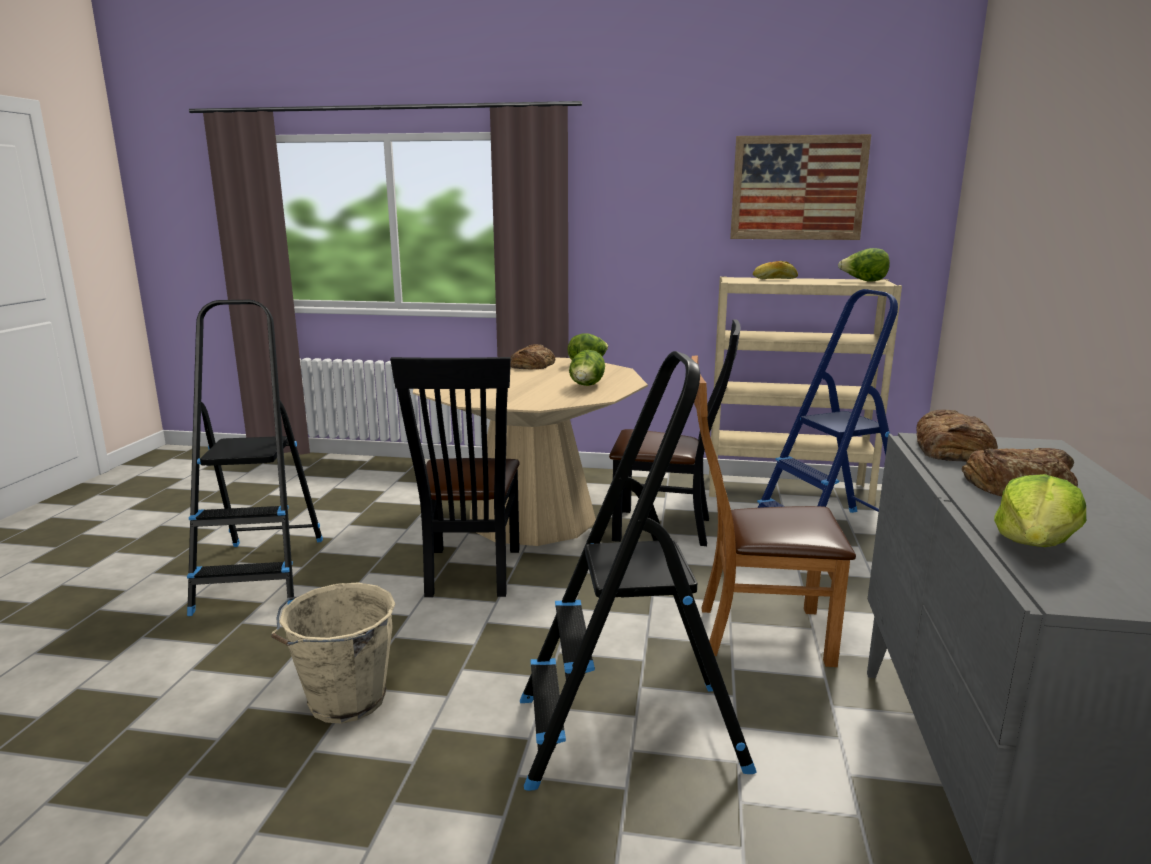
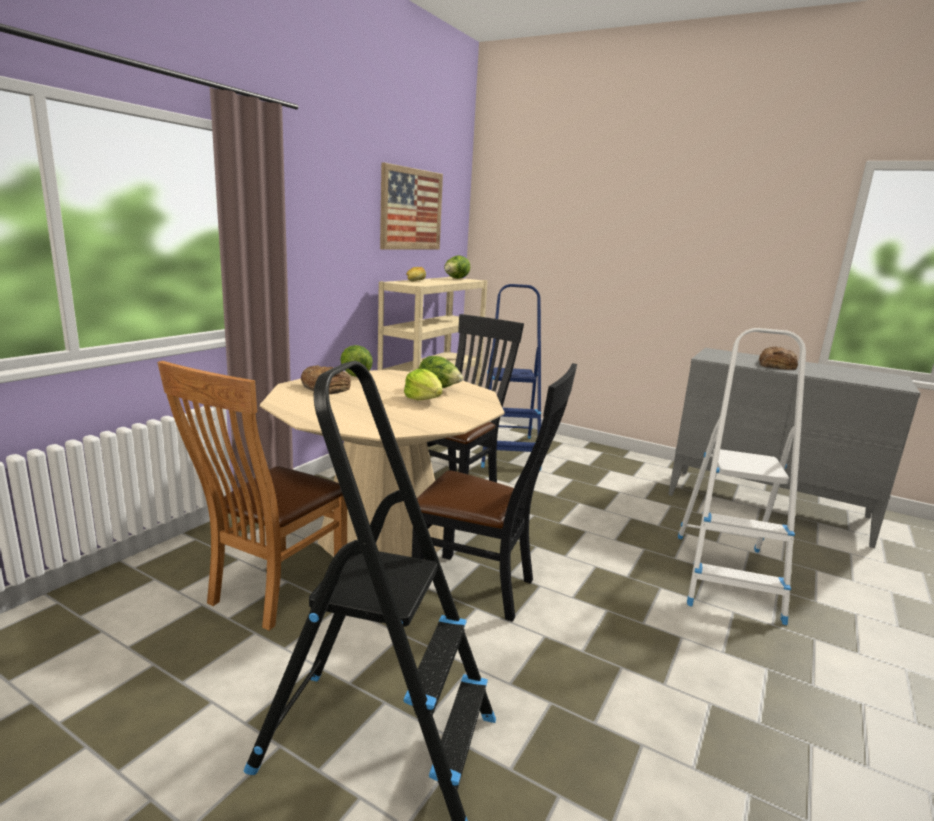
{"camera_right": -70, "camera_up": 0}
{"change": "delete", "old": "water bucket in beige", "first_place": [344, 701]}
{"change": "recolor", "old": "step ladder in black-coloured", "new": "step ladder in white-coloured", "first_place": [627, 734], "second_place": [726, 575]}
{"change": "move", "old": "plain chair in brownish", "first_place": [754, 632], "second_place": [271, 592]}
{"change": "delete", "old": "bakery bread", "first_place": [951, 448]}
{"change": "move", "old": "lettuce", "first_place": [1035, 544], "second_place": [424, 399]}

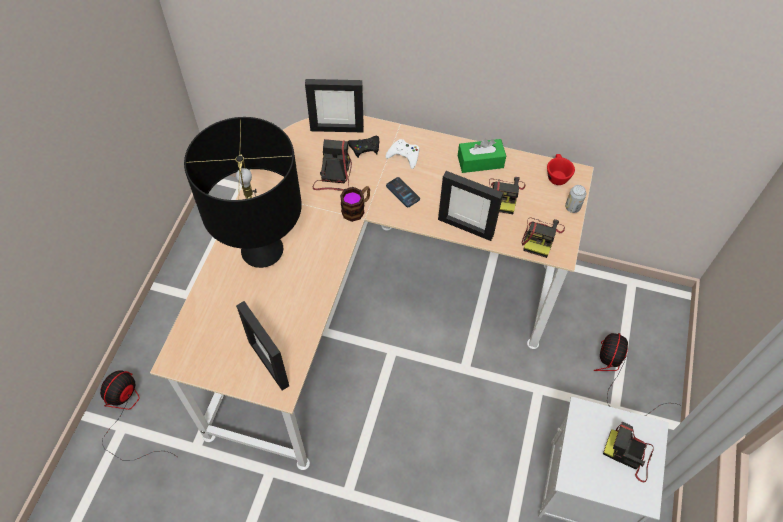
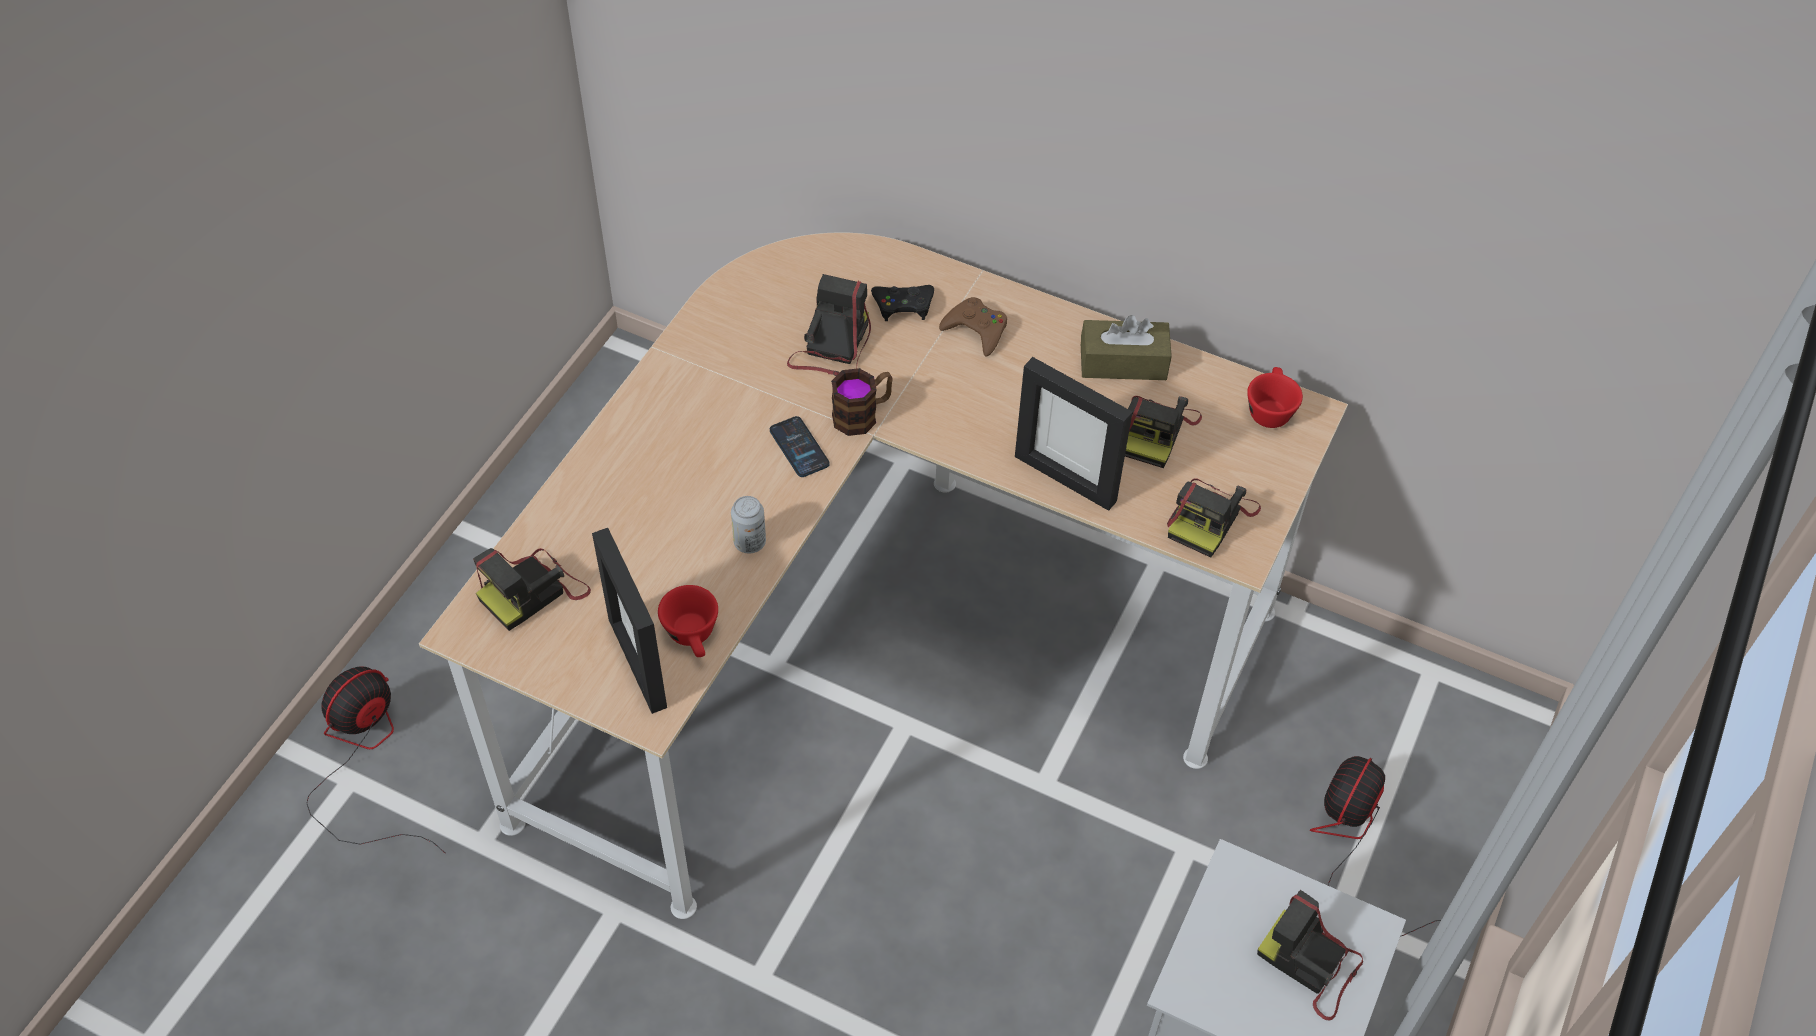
{"camera_right": 10, "camera_up": -5}
{"change": "delete", "old": "tabletop lamp in black-coloured", "first_place": [262, 253]}
{"change": "delete", "old": "photo frame", "first_place": [337, 128]}
{"change": "recolor", "old": "gamepad in white-coloured", "new": "gamepad in brownish", "first_place": [404, 156], "second_place": [976, 330]}
{"change": "move", "old": "phone", "first_place": [402, 192], "second_place": [799, 447]}
{"change": "recolor", "old": "box of tissues in green", "new": "box of tissues in brownish", "first_place": [480, 162], "second_place": [1123, 362]}
{"change": "move", "old": "metal can", "first_place": [572, 207], "second_place": [749, 542]}
{"change": "insert", "new": "still camera", "second_place": [533, 591]}
{"change": "insert", "new": "cup in red-coloured", "second_place": [694, 637]}

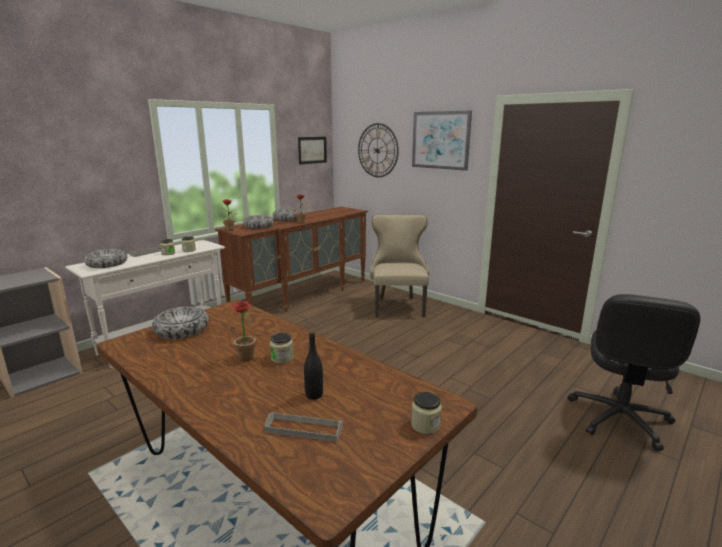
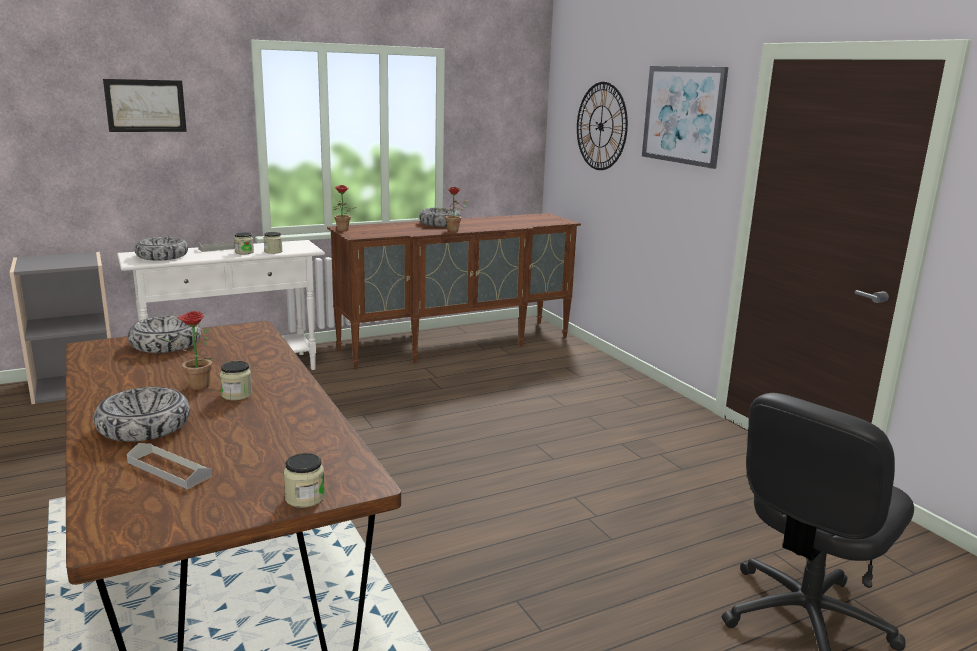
{"camera_right": 20, "camera_up": 0}
{"change": "move", "old": "deep dish", "first_place": [259, 226], "second_place": [144, 426]}
{"change": "move", "old": "wall picture", "first_place": [312, 150], "second_place": [145, 105]}
{"change": "delete", "old": "drink bottle in black-coloured", "first_place": [314, 395]}
{"change": "delete", "old": "plain chair in beige", "first_place": [398, 306]}

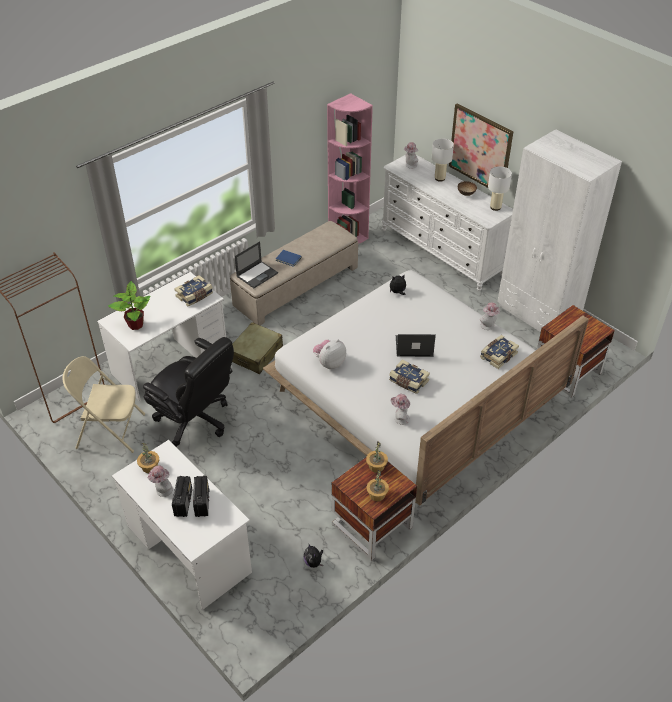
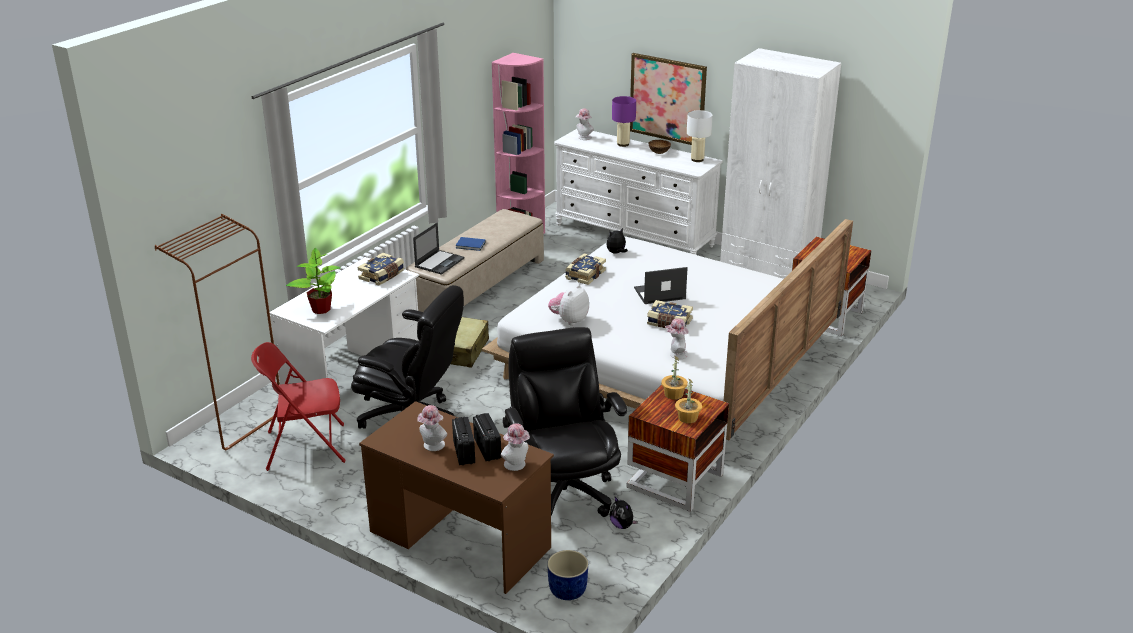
{"camera_right": -15, "camera_up": -15}
{"change": "recolor", "old": "plain chair in beige", "new": "plain chair in red-coloured", "first_place": [111, 431], "second_place": [306, 446]}
{"change": "recolor", "old": "desk in white-coloured", "new": "desk in brownish", "first_place": [188, 548], "second_place": [459, 540]}
{"change": "delete", "old": "plant in a pot", "first_place": [149, 467]}
{"change": "recolor", "old": "tabletop lamp in white-coloured", "new": "tabletop lamp in purplish", "first_place": [440, 179], "second_place": [623, 144]}
{"change": "move", "old": "hat", "first_place": [488, 326], "second_place": [516, 465]}
{"change": "move", "old": "book", "first_place": [497, 355], "second_place": [584, 275]}
{"change": "insert", "new": "computer chair in black-coloured", "second_place": [563, 490]}
{"change": "insert", "new": "flower pot in bluish", "second_place": [567, 591]}

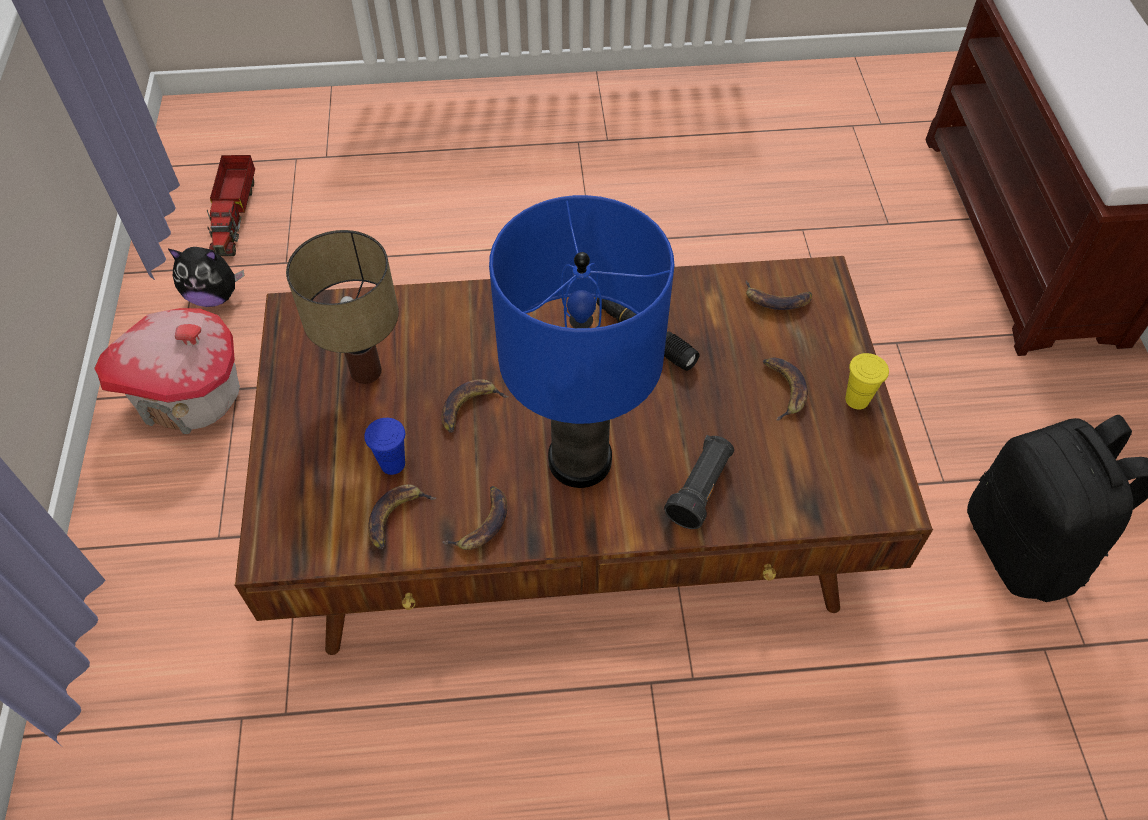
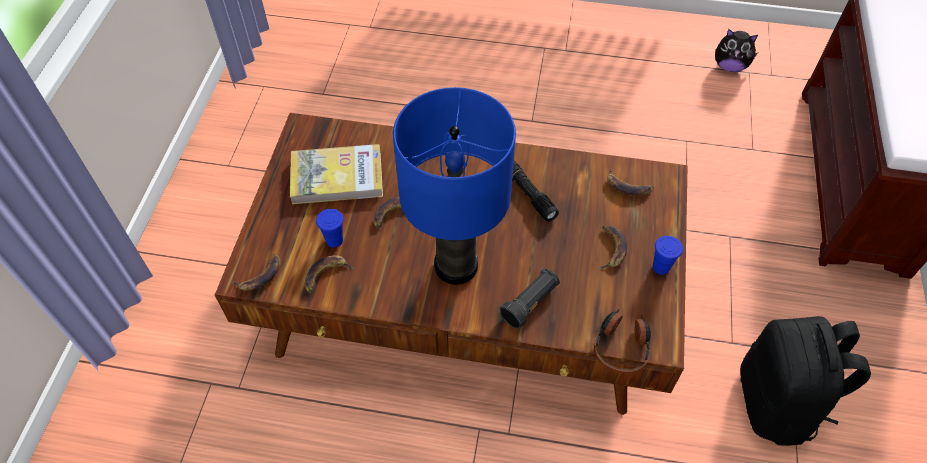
{"camera_right": 15, "camera_up": 0}
{"change": "delete", "old": "model house", "first_place": [190, 396]}
{"change": "move", "old": "soft toy", "first_place": [214, 296], "second_place": [730, 66]}
{"change": "delete", "old": "toy lorry", "first_place": [234, 214]}
{"change": "replace", "old": "tabletop lamp", "new": "book", "first_place": [367, 372], "second_place": [337, 177]}
{"change": "move", "old": "banana", "first_place": [482, 522], "second_place": [260, 275]}
{"change": "recolor", "old": "cup in yellow", "new": "cup in bluish", "first_place": [857, 399], "second_place": [661, 267]}
{"change": "insert", "new": "headphones", "second_place": [621, 346]}

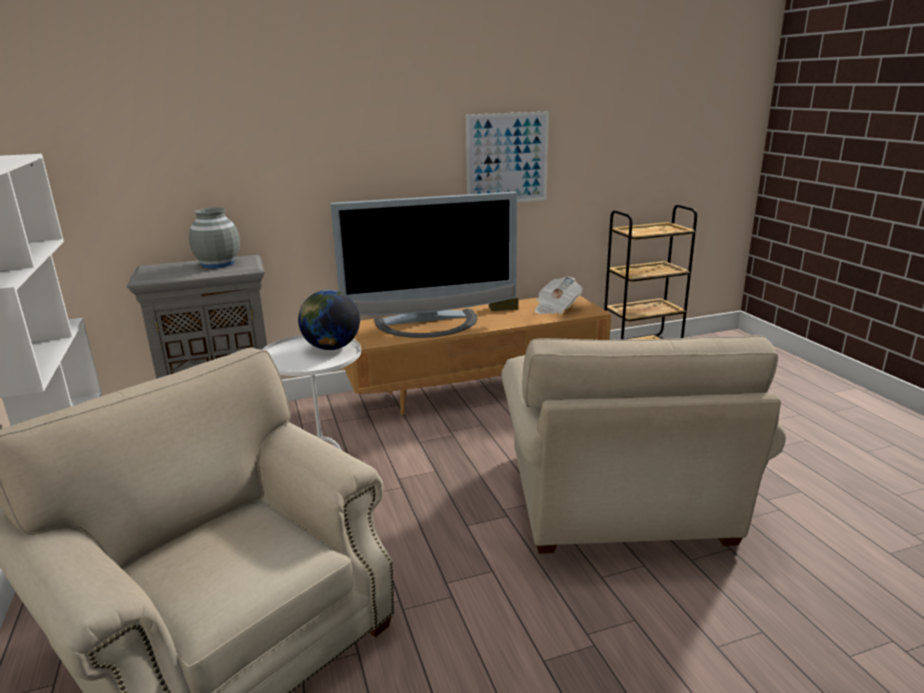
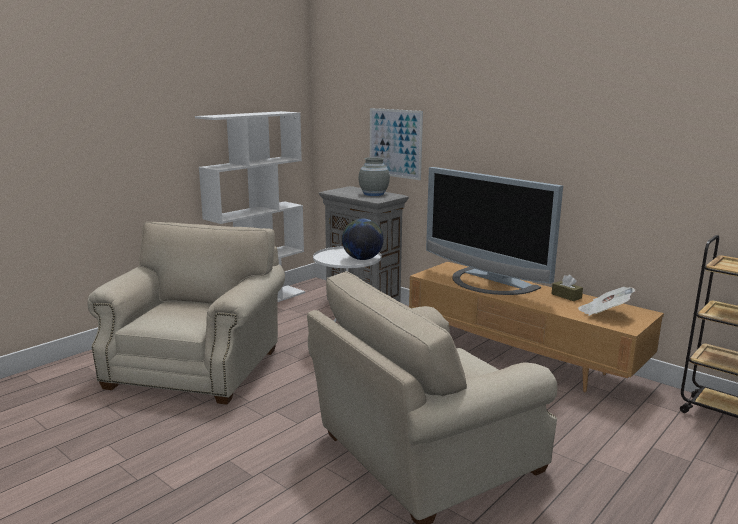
{"camera_right": 60, "camera_up": -5}
{"change": "move", "old": "wall picture", "first_place": [507, 158], "second_place": [395, 143]}

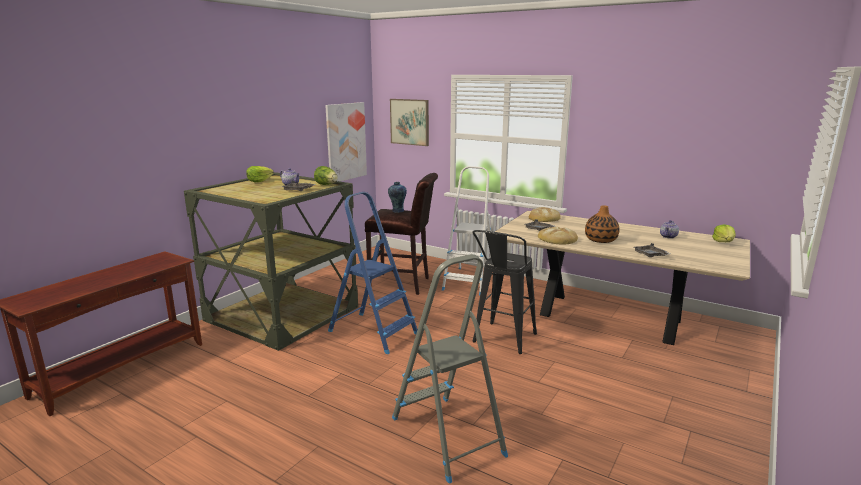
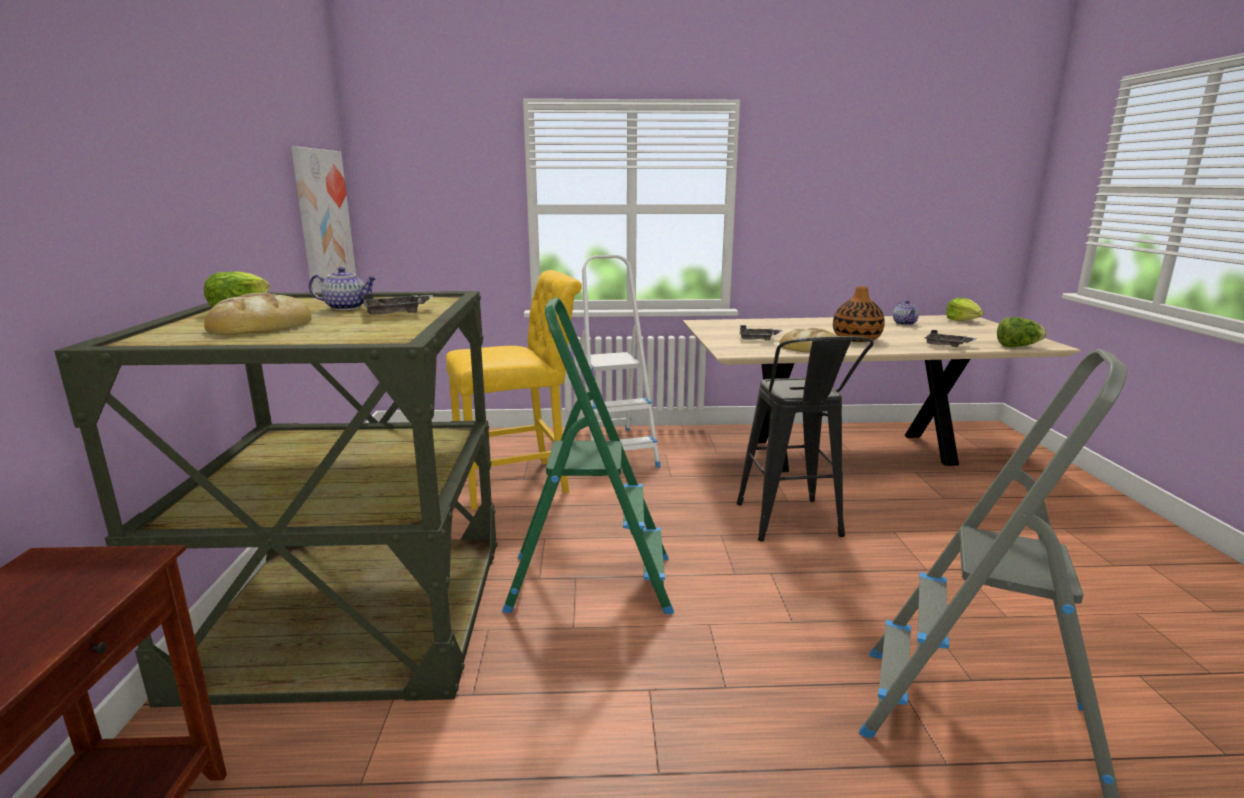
{"camera_right": -35, "camera_up": 0}
{"change": "move", "old": "lettuce", "first_place": [327, 185], "second_place": [1017, 346]}
{"change": "recolor", "old": "step ladder in bluish", "new": "step ladder in green", "first_place": [374, 333], "second_place": [592, 583]}
{"change": "recolor", "old": "stool in brownish", "new": "stool in yellow", "first_place": [403, 284], "second_place": [519, 483]}
{"change": "delete", "old": "decorative vase", "first_place": [397, 211]}
{"change": "delete", "old": "wall picture", "first_place": [410, 122]}
{"change": "move", "old": "bakery bread", "first_place": [543, 218], "second_place": [260, 324]}

